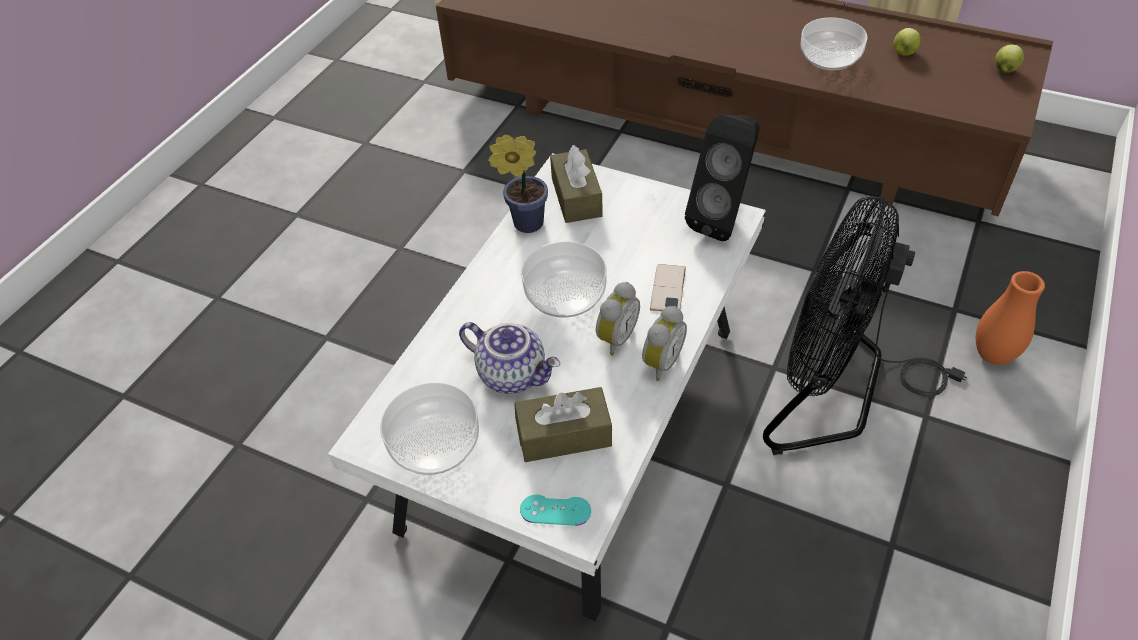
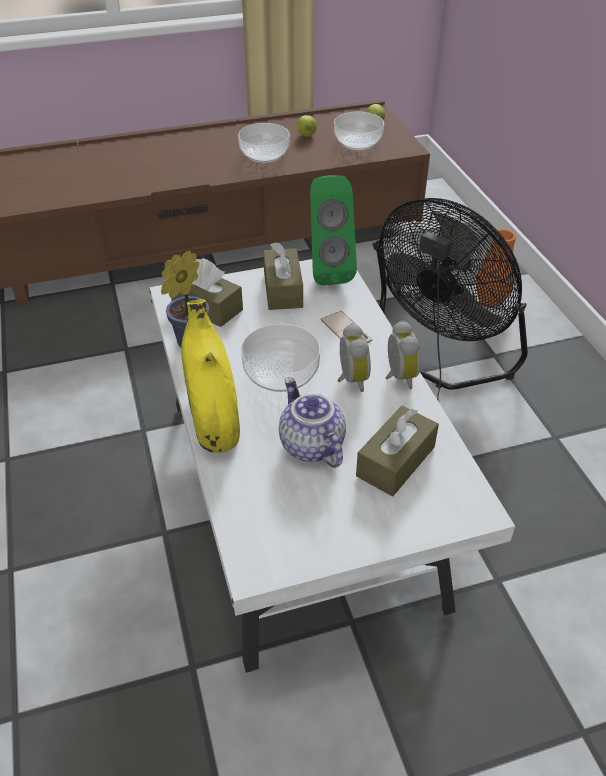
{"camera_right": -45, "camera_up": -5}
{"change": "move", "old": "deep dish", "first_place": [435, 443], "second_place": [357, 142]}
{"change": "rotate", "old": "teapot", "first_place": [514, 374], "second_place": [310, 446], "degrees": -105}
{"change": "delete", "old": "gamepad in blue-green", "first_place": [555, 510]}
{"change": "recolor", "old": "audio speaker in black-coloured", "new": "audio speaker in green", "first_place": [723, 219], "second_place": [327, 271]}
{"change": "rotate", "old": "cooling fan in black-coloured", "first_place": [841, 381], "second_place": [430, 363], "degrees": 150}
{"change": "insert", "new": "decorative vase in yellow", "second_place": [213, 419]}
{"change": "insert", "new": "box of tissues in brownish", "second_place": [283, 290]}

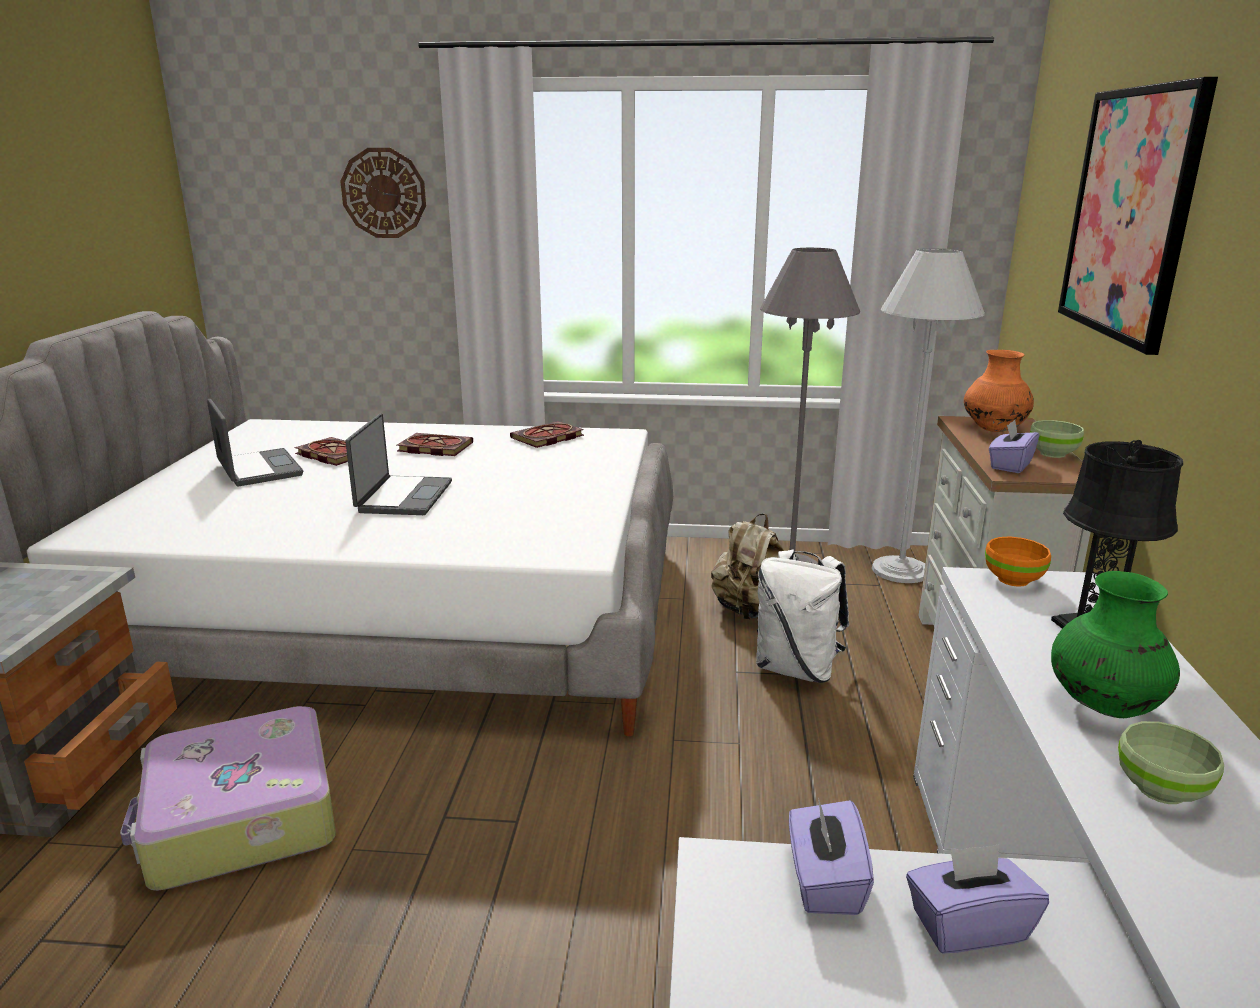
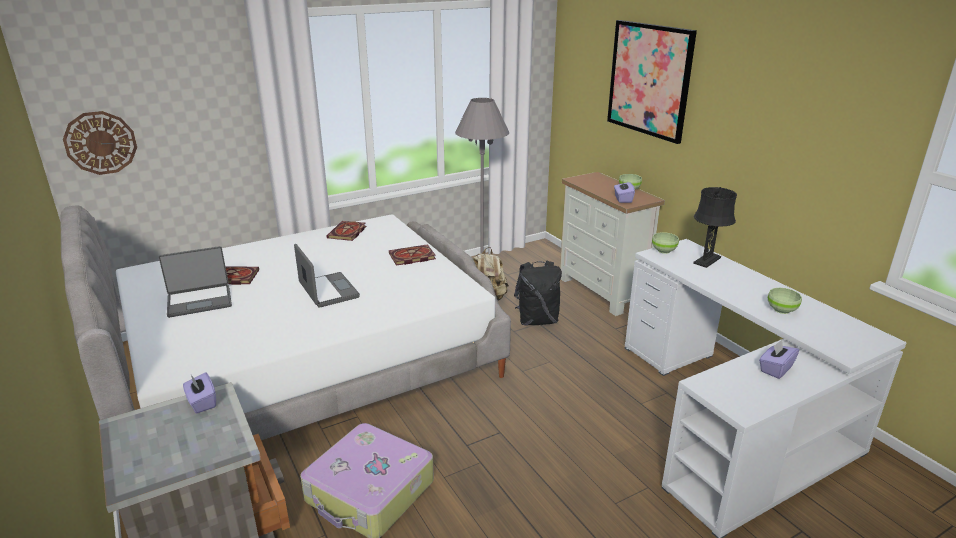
{"camera_right": -35, "camera_up": 5}
{"change": "rotate", "old": "notebook computer", "first_place": [258, 469], "second_place": [200, 301], "degrees": 135}
{"change": "move", "old": "wall clock", "first_place": [384, 193], "second_place": [100, 143]}
{"change": "move", "old": "book", "first_place": [433, 448], "second_place": [411, 257]}
{"change": "recolor", "old": "knapsack in white-coloured", "new": "knapsack in black-coloured", "first_place": [797, 669], "second_place": [537, 320]}
{"change": "move", "old": "box of tissues in purplish", "first_place": [824, 882], "second_place": [202, 402]}
{"change": "delete", "old": "floor lamp in white-coloured", "first_place": [900, 570]}
{"change": "delete", "old": "decorative vase in orange-coloured", "first_place": [994, 430]}
{"change": "recolor", "old": "deep dish in orange-coloured", "new": "deep dish in green", "first_place": [1014, 580], "second_place": [664, 251]}
{"change": "delete", "old": "decorative vase in green", "first_place": [1103, 706]}

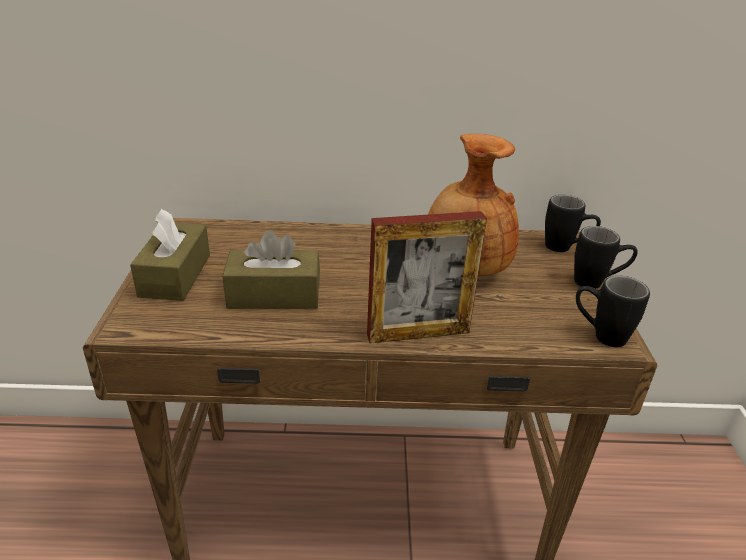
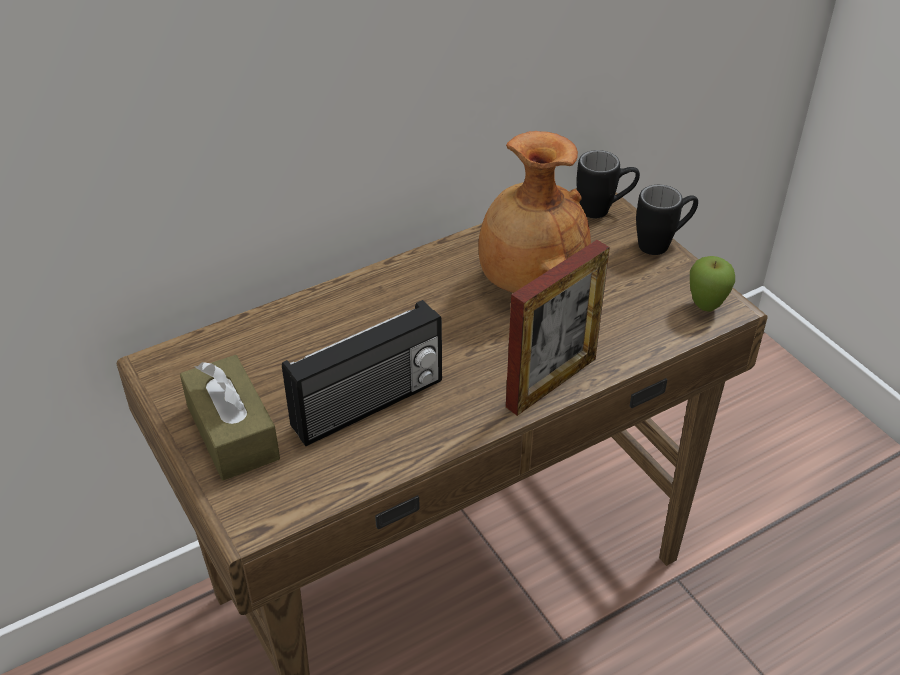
{"camera_right": -30, "camera_up": 10}
{"change": "replace", "old": "box of tissues in brownish", "new": "radio", "first_place": [274, 295], "second_place": [369, 405]}
{"change": "replace", "old": "tea mug in black-coloured", "new": "apple fruit", "first_place": [599, 335], "second_place": [705, 307]}

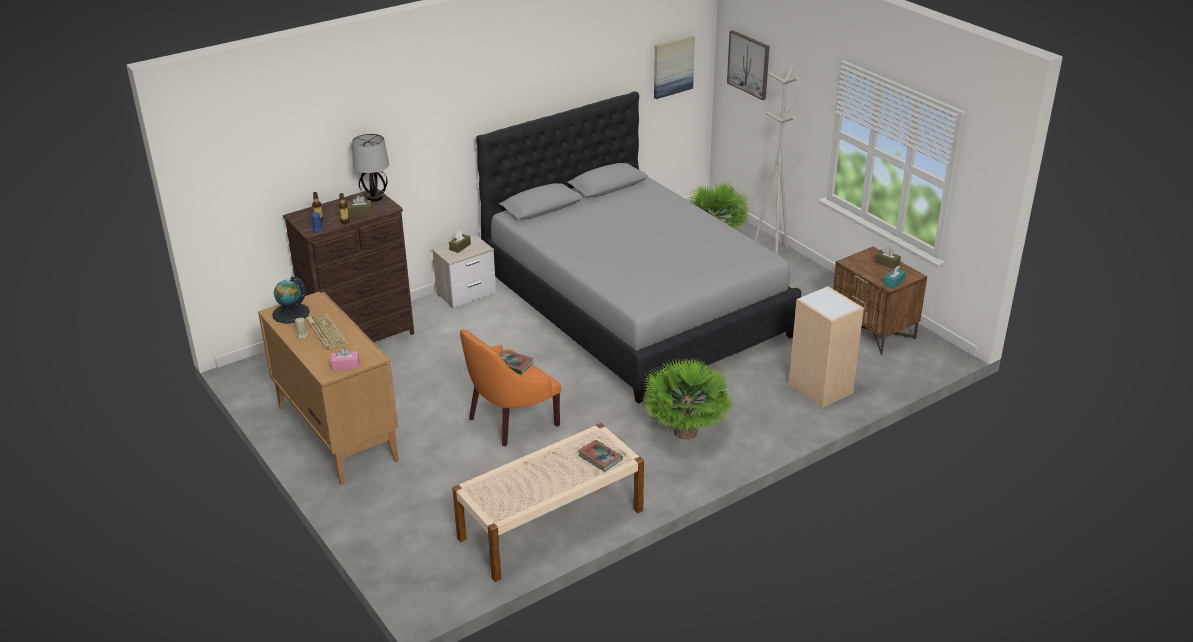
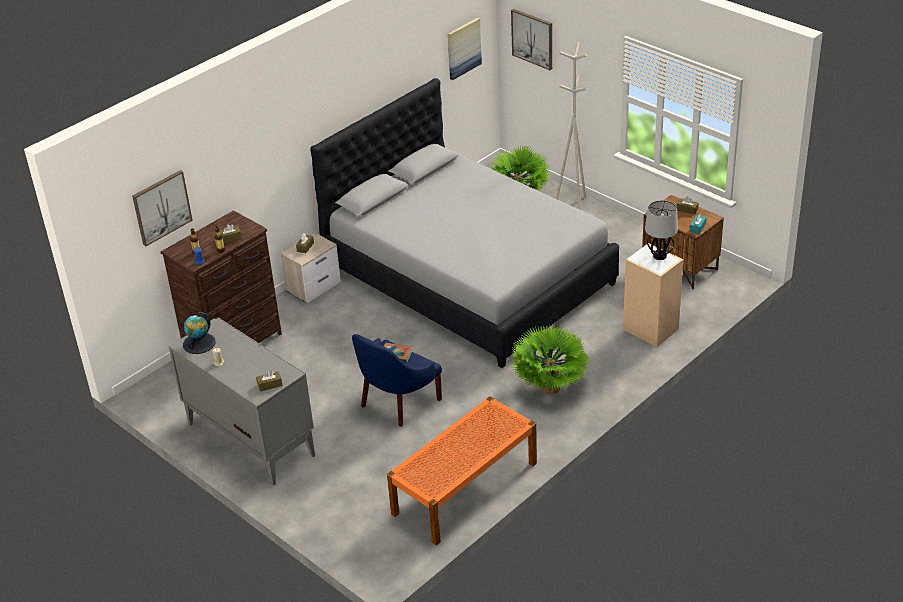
{"camera_right": -10, "camera_up": 5}
{"change": "recolor", "old": "cabinet in brownish", "new": "cabinet in greyish", "first_place": [337, 433], "second_place": [250, 439]}
{"change": "delete", "old": "computer keyboard", "first_place": [325, 332]}
{"change": "recolor", "old": "box of tissues in pink", "new": "box of tissues in brownish", "first_place": [345, 365], "second_place": [270, 385]}
{"change": "move", "old": "tabletop lamp", "first_place": [375, 198], "second_place": [660, 255]}
{"change": "recolor", "old": "bench in beige", "new": "bench in orange-coloured", "first_place": [551, 525], "second_place": [465, 489]}
{"change": "recolor", "old": "lounge chair in orange-coloured", "new": "lounge chair in bluish", "first_place": [509, 420], "second_place": [397, 402]}
{"change": "delete", "old": "book", "first_place": [600, 458]}
{"change": "insert", "new": "wall picture", "second_place": [161, 207]}

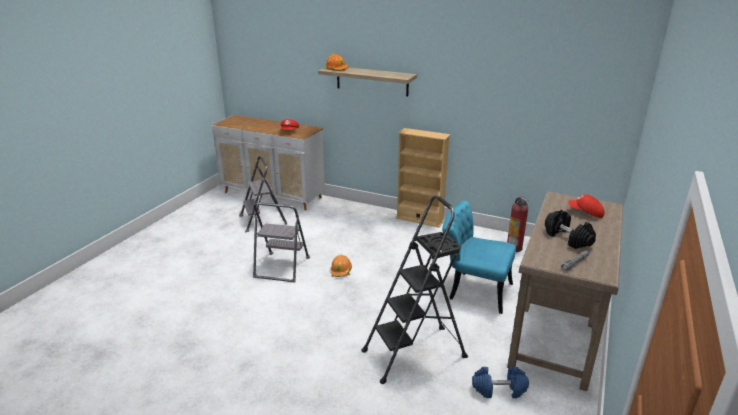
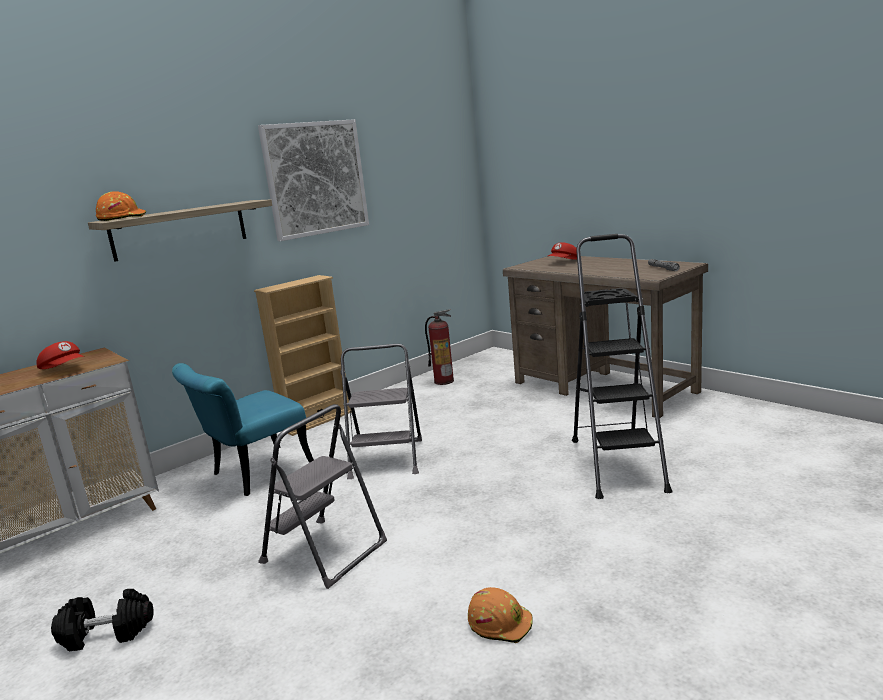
{"camera_right": -65, "camera_up": -10}
{"change": "move", "old": "step ladder in greyish", "first_place": [265, 219], "second_place": [388, 456]}
{"change": "move", "old": "safety helmet in orange-coloured", "first_place": [341, 270], "second_place": [500, 623]}
{"change": "move", "old": "plain chair in blue-green", "first_place": [473, 290], "second_place": [254, 475]}
{"change": "delete", "old": "dumbbell in bluish", "first_place": [499, 390]}
{"change": "move", "old": "dumbbell in black-coloured", "first_place": [568, 238], "second_place": [108, 633]}
{"change": "insert", "new": "wall picture", "second_place": [316, 178]}

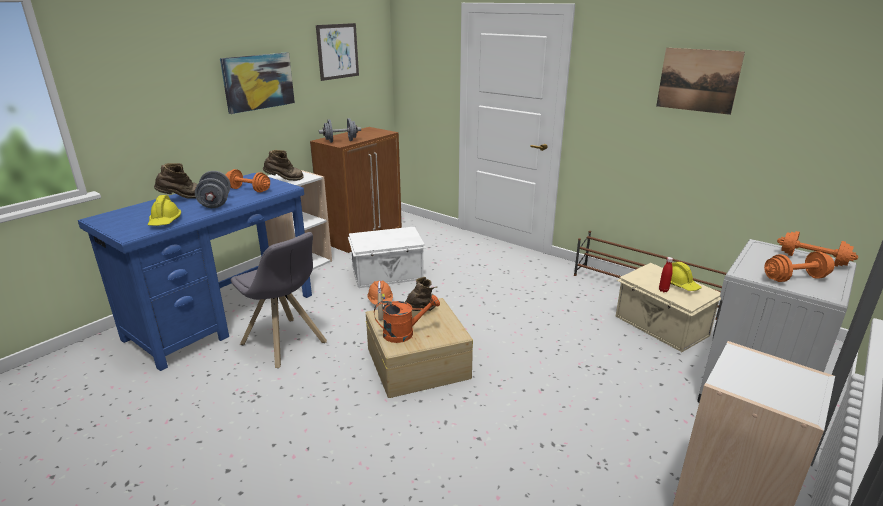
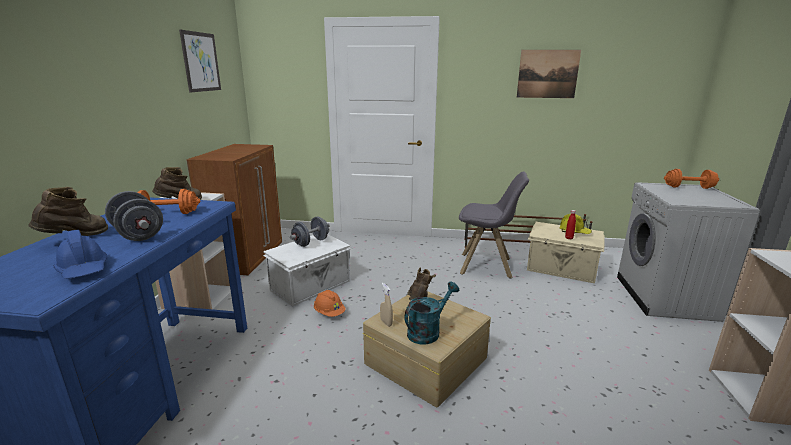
{"camera_right": -30, "camera_up": -5}
{"change": "recolor", "old": "safety helmet in yellow", "new": "safety helmet in bluish", "first_place": [165, 221], "second_place": [84, 269]}
{"change": "delete", "old": "wall picture", "first_place": [258, 82]}
{"change": "move", "old": "plain chair in greyish", "first_place": [284, 343], "second_place": [486, 266]}
{"change": "move", "old": "dumbbell in greyish", "first_place": [341, 141], "second_place": [311, 242]}
{"change": "recolor", "old": "watering pot in orange-coloured", "new": "watering pot in blue-green", "first_place": [404, 333], "second_place": [428, 331]}
{"change": "delete", "old": "dumbbell in orange-coloured", "first_place": [795, 278]}

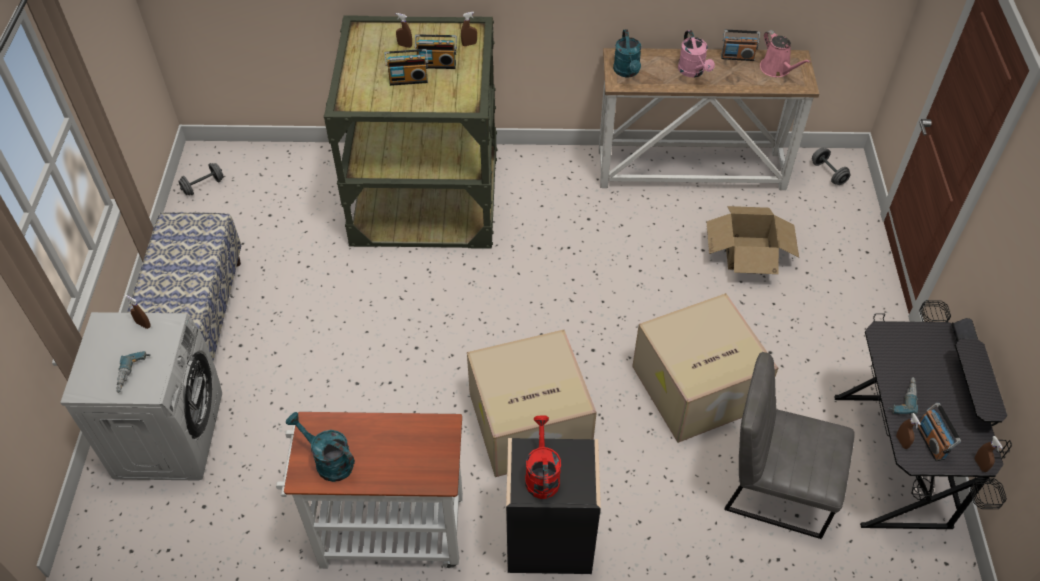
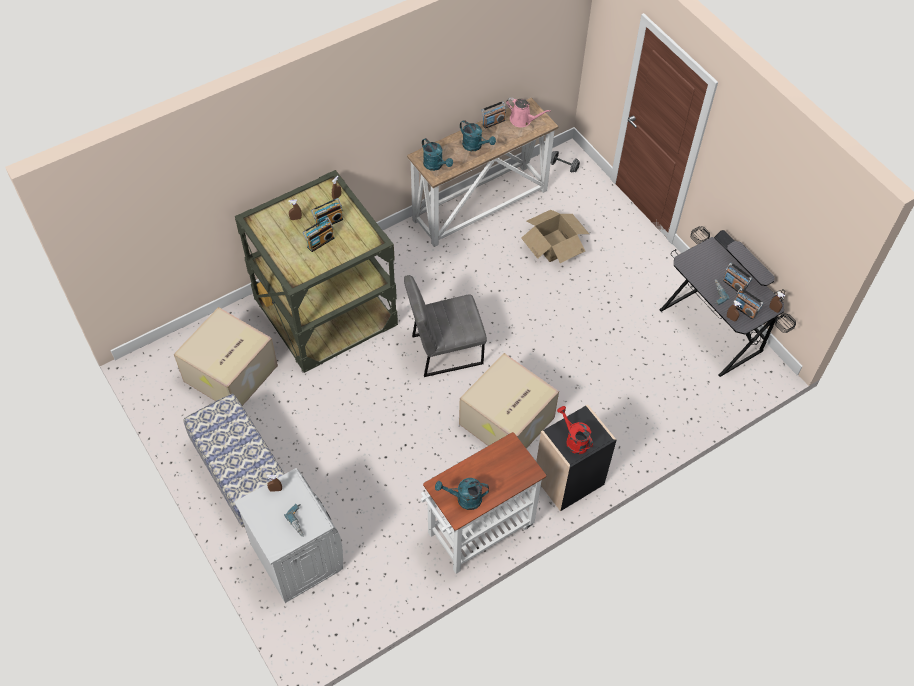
{"camera_right": -35, "camera_up": 5}
{"change": "delete", "old": "dumbbell in greyish", "first_place": [203, 186]}
{"change": "move", "old": "cardboard box", "first_place": [696, 389], "second_place": [231, 374]}
{"change": "recolor", "old": "watering pot in pink", "new": "watering pot in blue-green", "first_place": [693, 72], "second_place": [475, 146]}
{"change": "move", "old": "plain chair in greyish", "first_place": [775, 487], "second_place": [445, 350]}
{"change": "insert", "new": "radio", "second_place": [734, 285]}

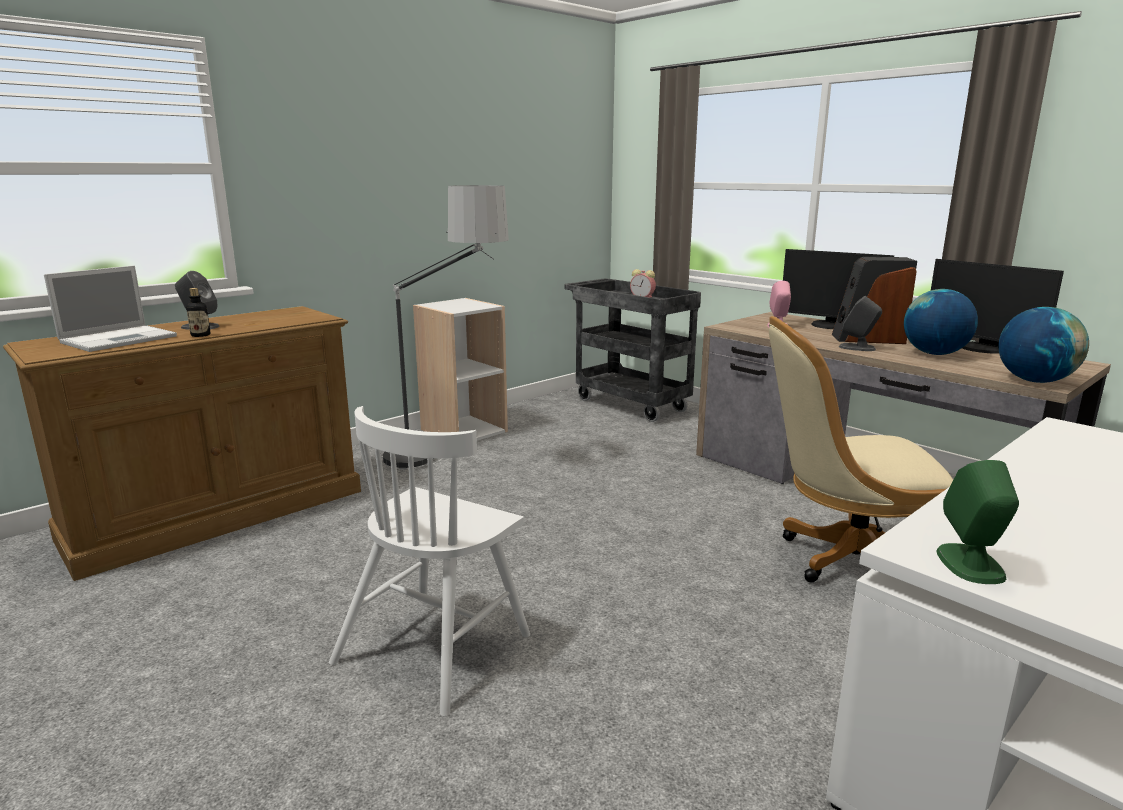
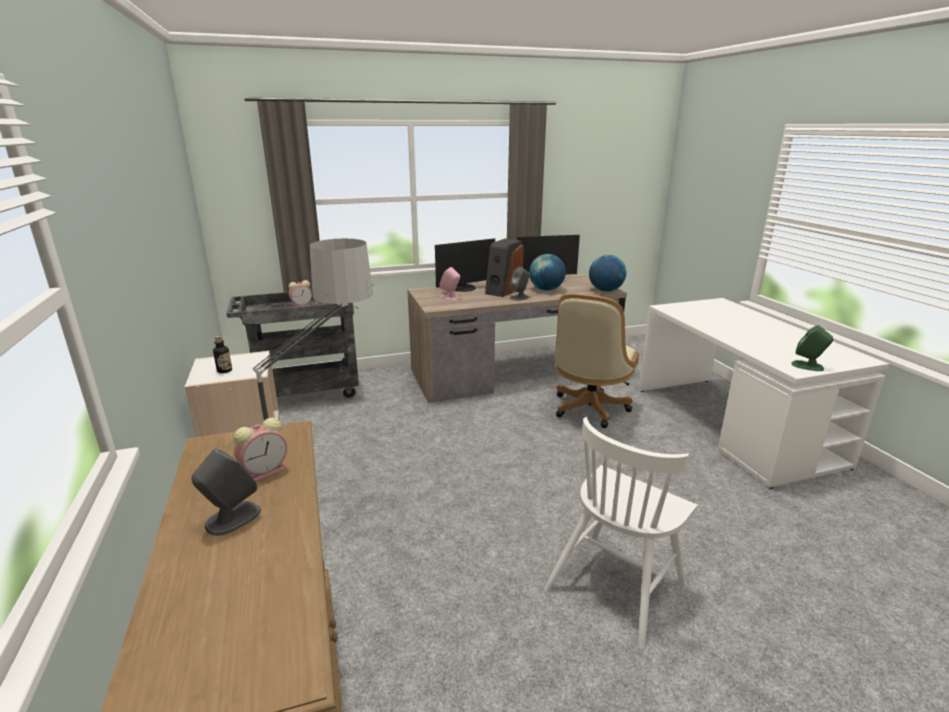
{"camera_right": -65, "camera_up": 5}
{"change": "delete", "old": "notebook computer", "first_place": [120, 339]}
{"change": "move", "old": "drink bottle", "first_place": [200, 335], "second_place": [224, 370]}
{"change": "rotate", "old": "plain chair in white-coloured", "first_place": [439, 642], "second_place": [618, 581], "degrees": 75}
{"change": "insert", "new": "alarm clock", "second_place": [266, 471]}

